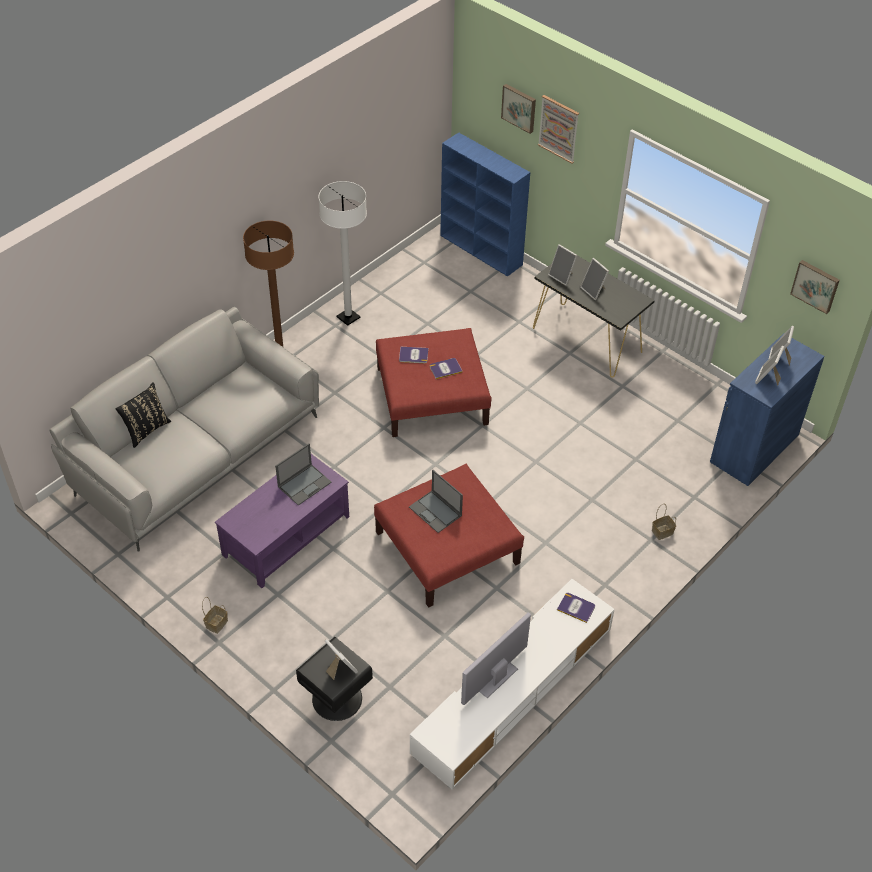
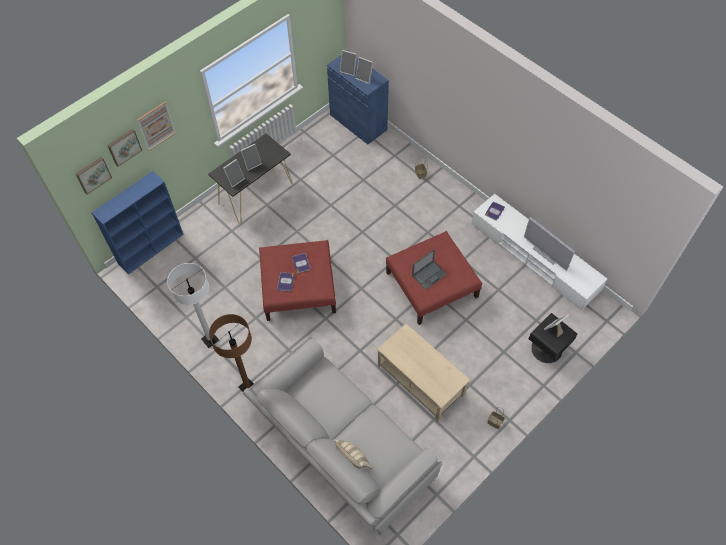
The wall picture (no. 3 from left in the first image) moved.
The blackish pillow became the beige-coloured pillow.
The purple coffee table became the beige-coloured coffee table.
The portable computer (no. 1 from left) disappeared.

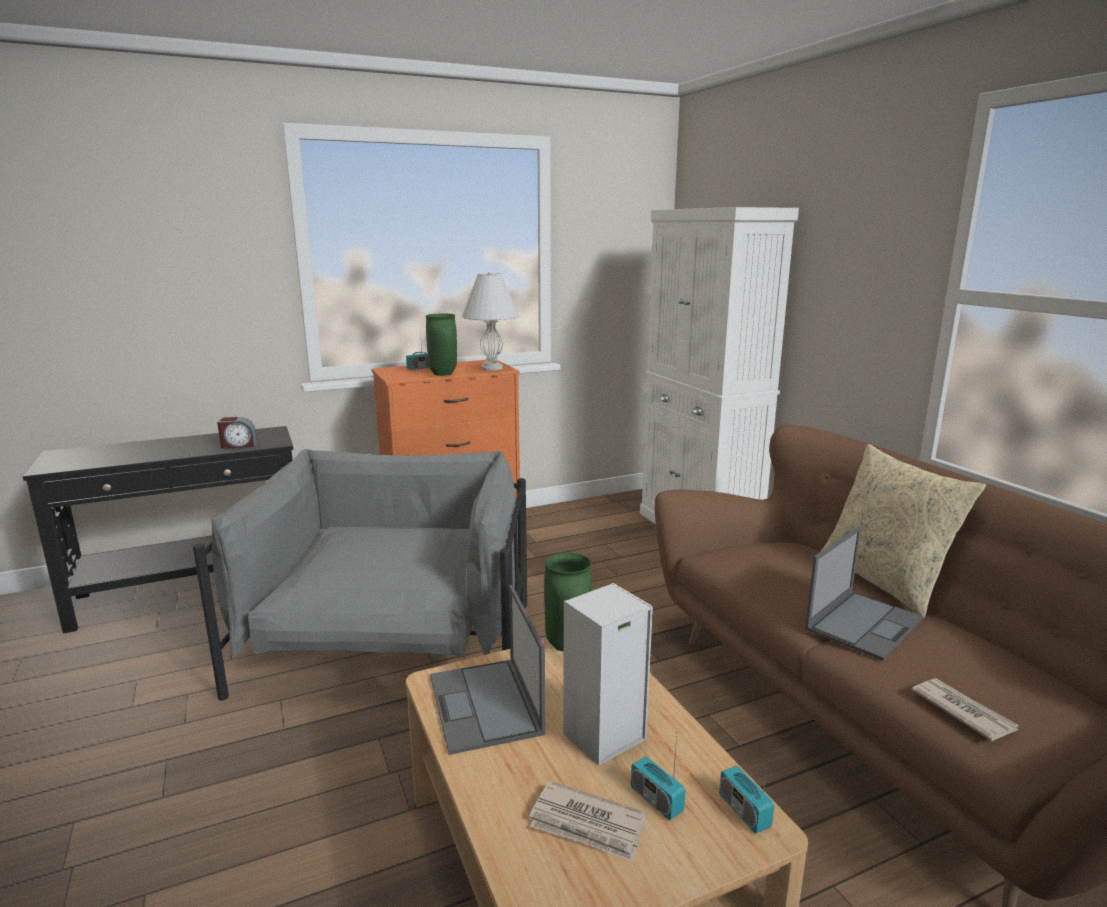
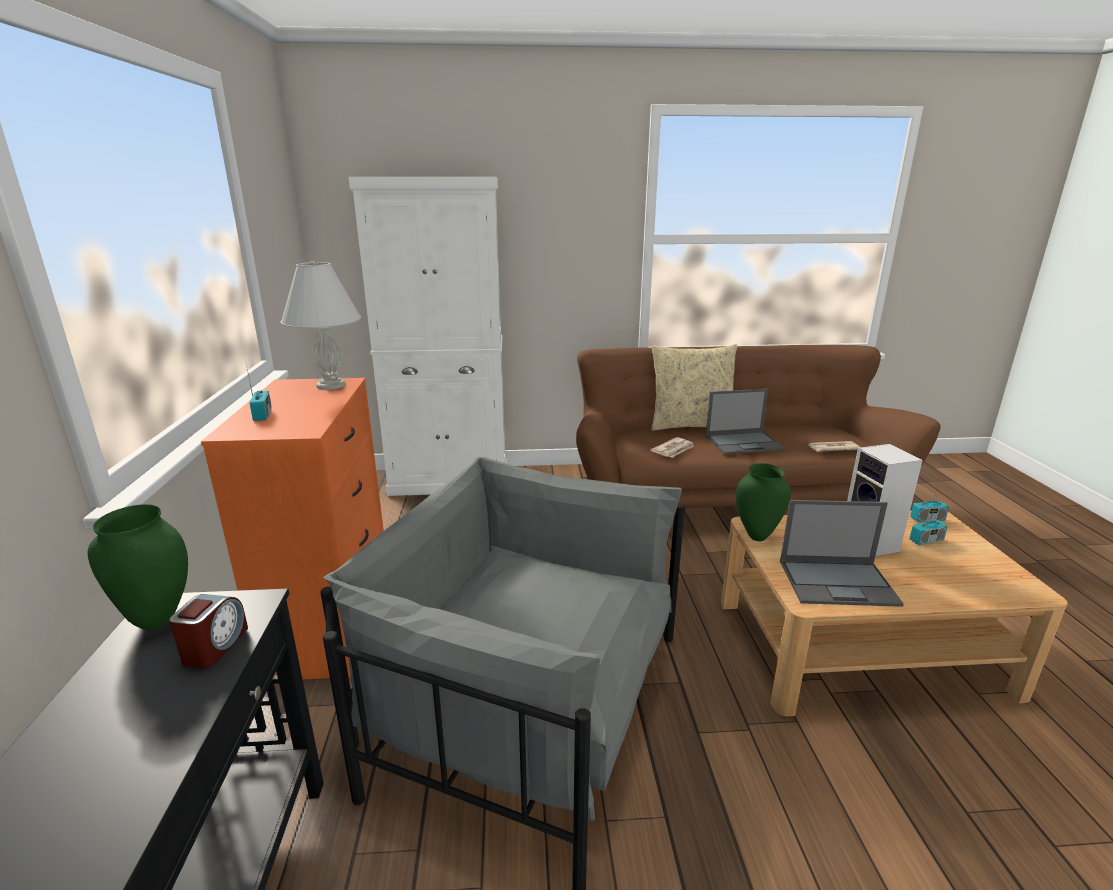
The green-coloured vase (no. 1 from left) moved.
The daily paper (no. 1 from left) moved.
The portable computer (no. 2 from left in the first image) turned 105 degrees clockwise.

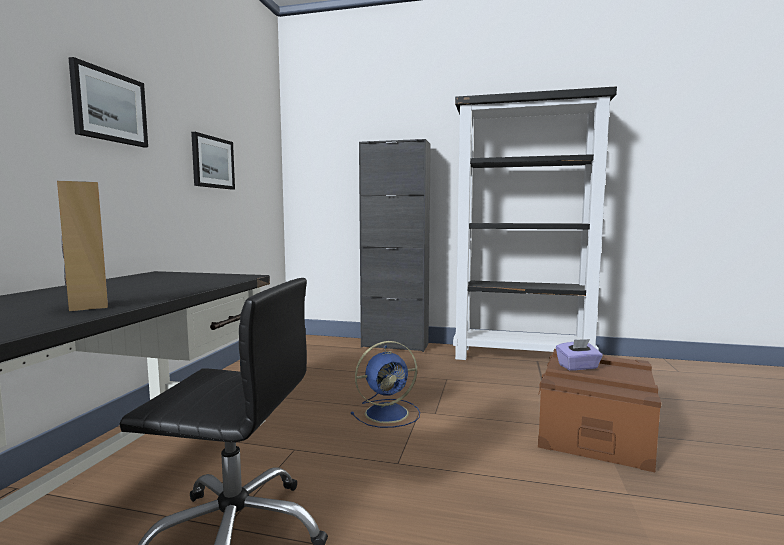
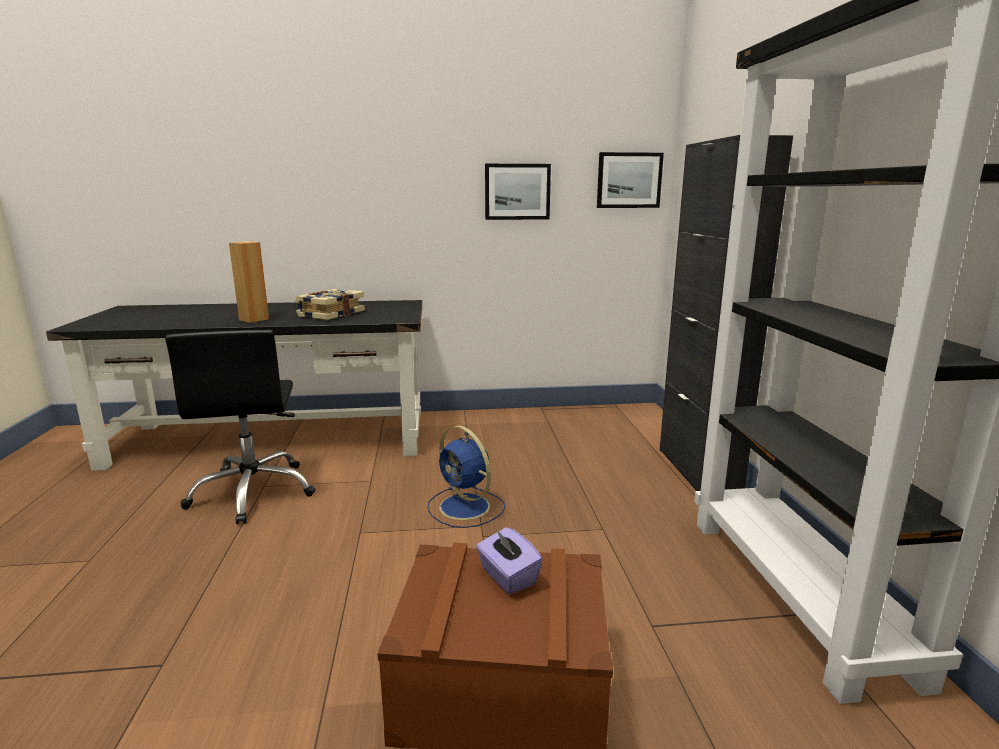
The book appeared.
The wall picture (no. 1 from left in the first image) moved.

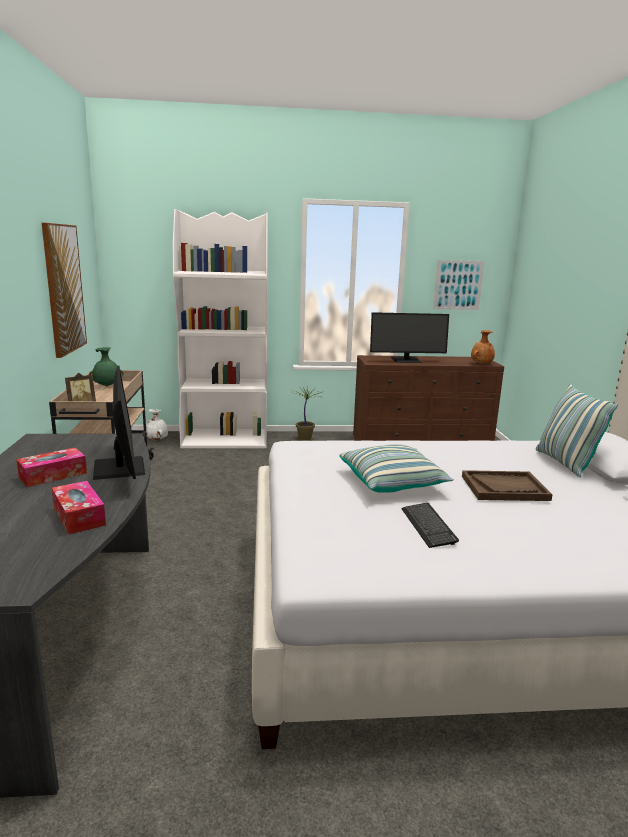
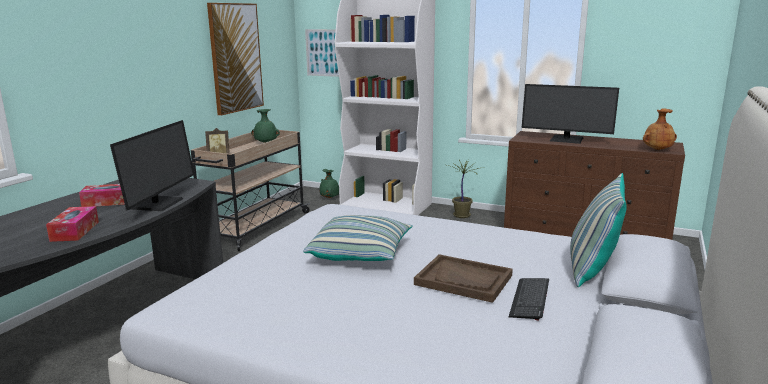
The wall picture (no. 2 from left) moved.
The white vase became the green-coloured vase (no. 2 from left).
The PC keyboard moved.

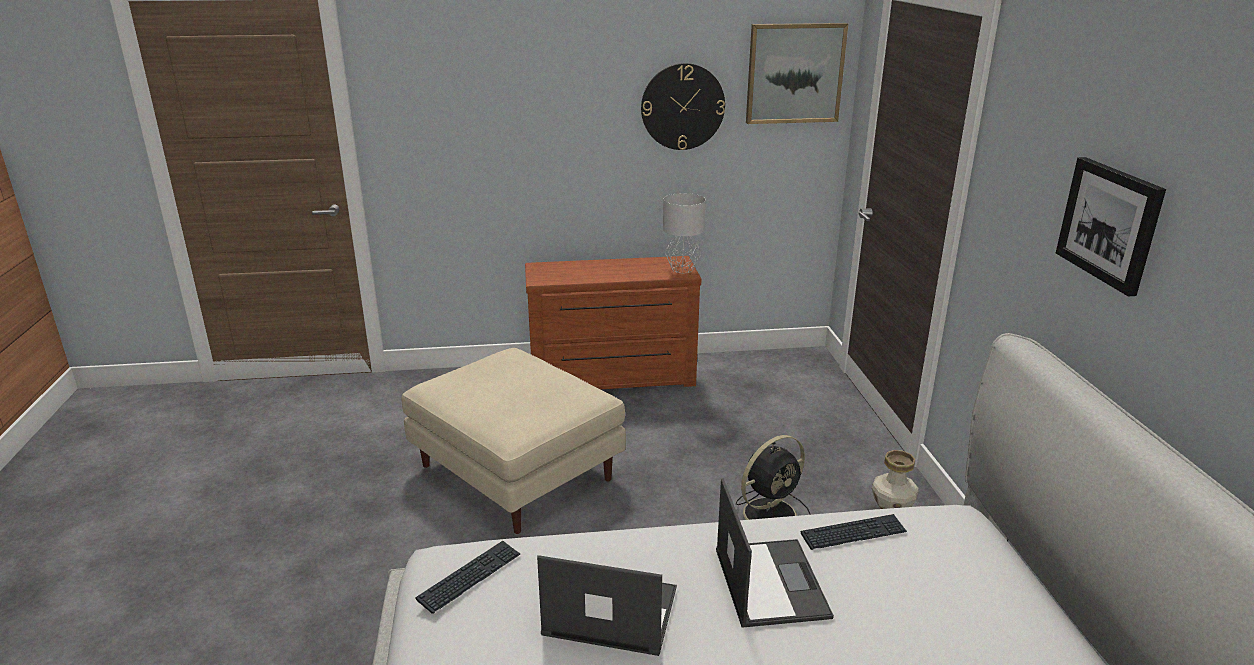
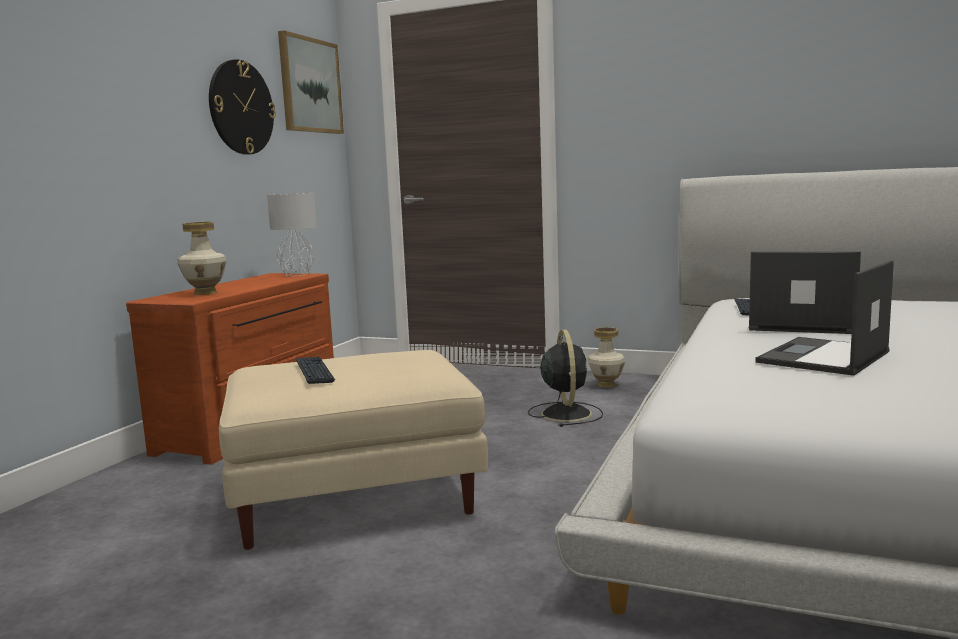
The vase (no. 1 from left) appeared.
The PC keyboard (no. 1 from left) moved.
The wall picture (no. 2 from left) disappeared.

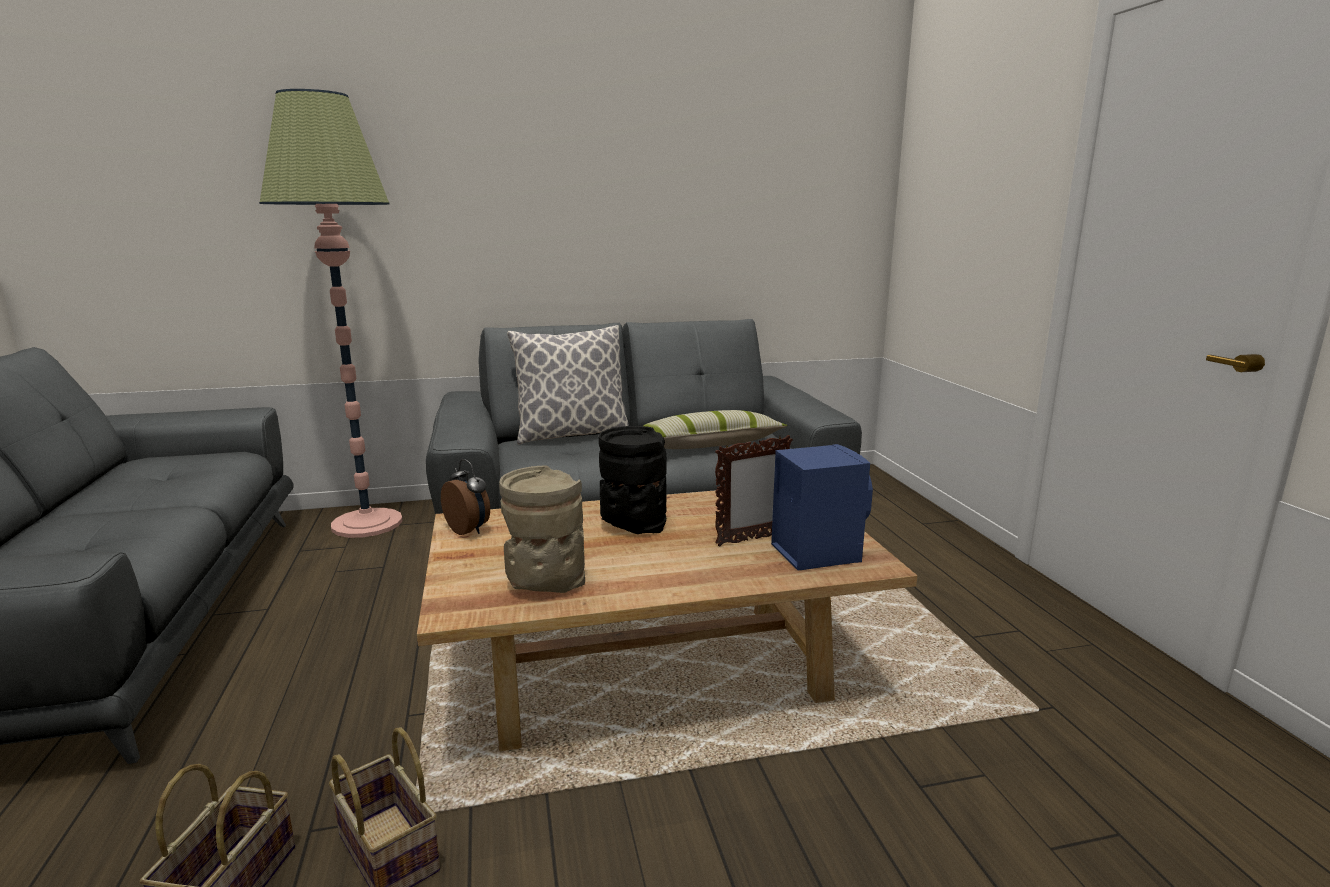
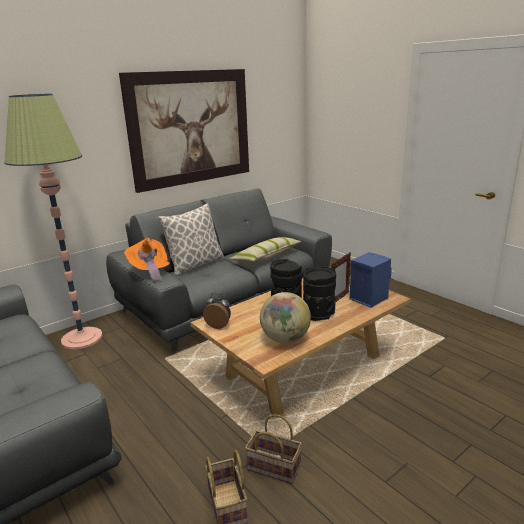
The wall picture appeared.
The orange-coloured clothing hat appeared.
The beige-coloured vase was replaced by the world globe.
The blackish vase (no. 2 from left) appeared.

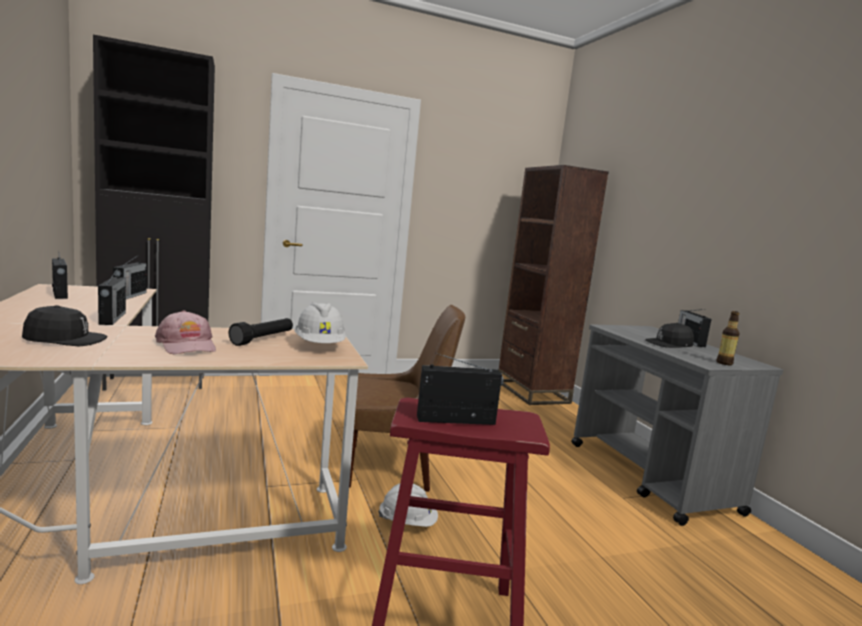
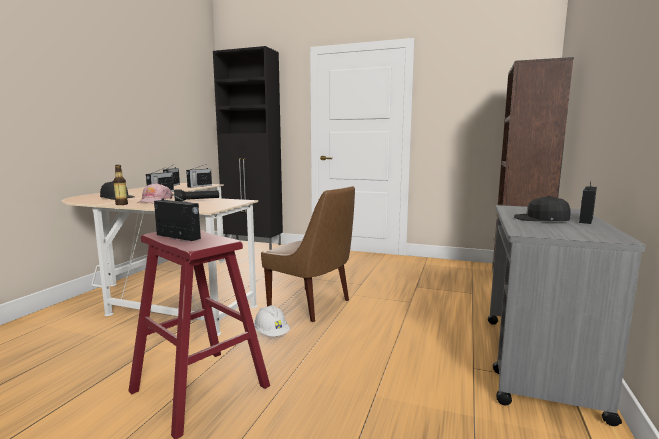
The drink bottle moved.
The white work helmet (no. 1 from left) disappeared.

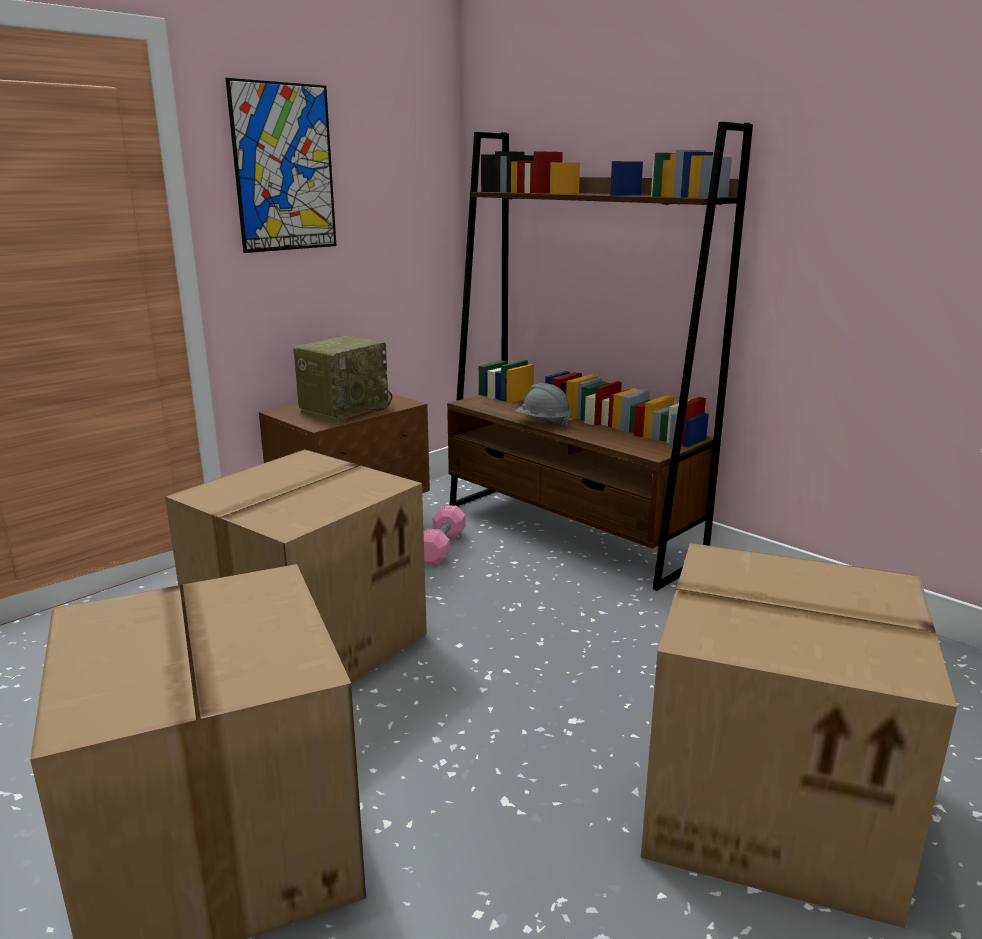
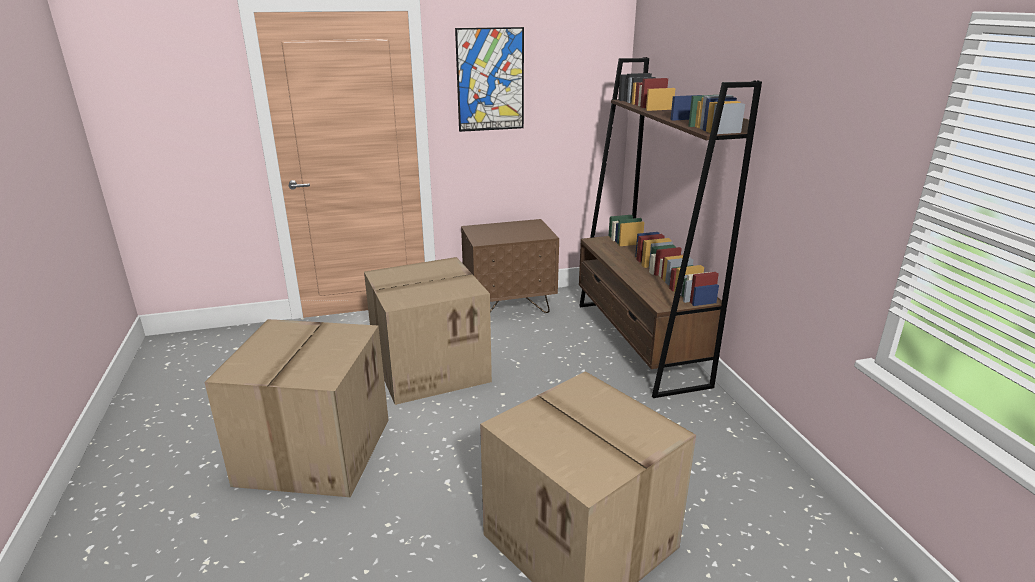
The radio disappeared.
The pink-coloured free weight disappeared.
The gray work helmet disappeared.

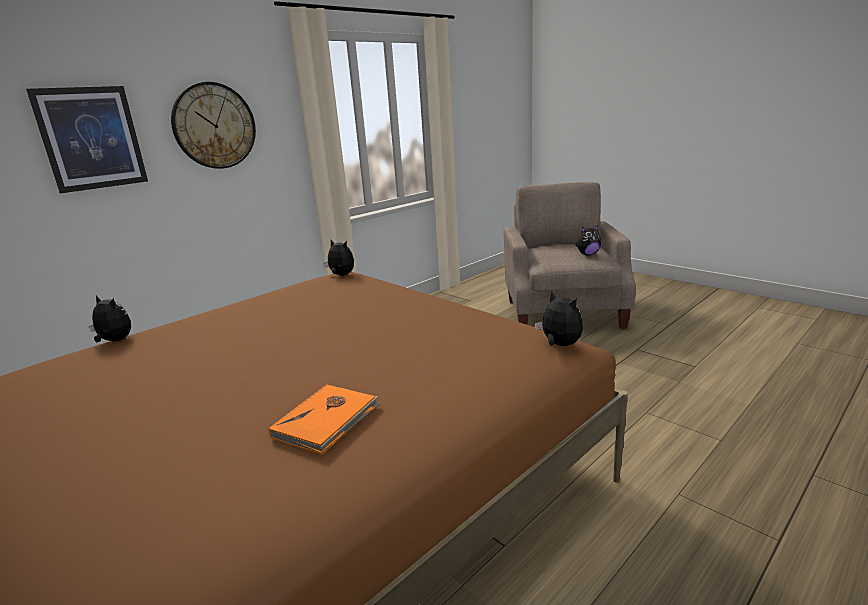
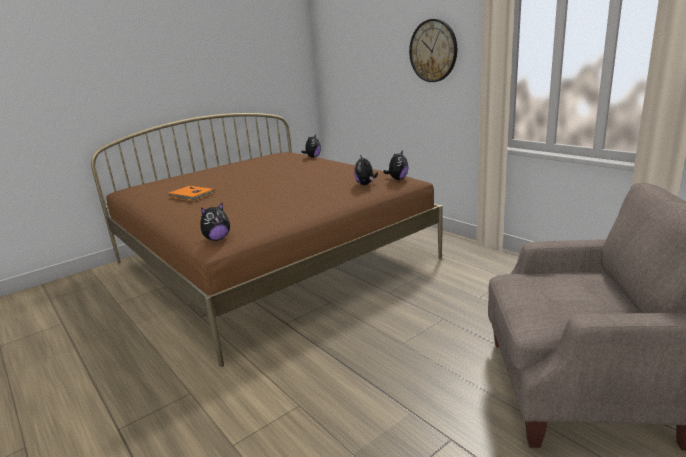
The soft toy (no. 4 from left in the first image) moved.
The wall picture disappeared.

